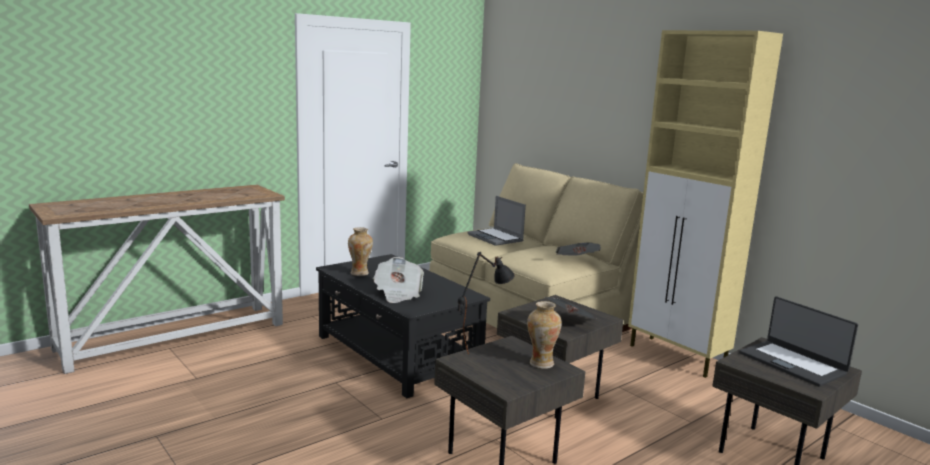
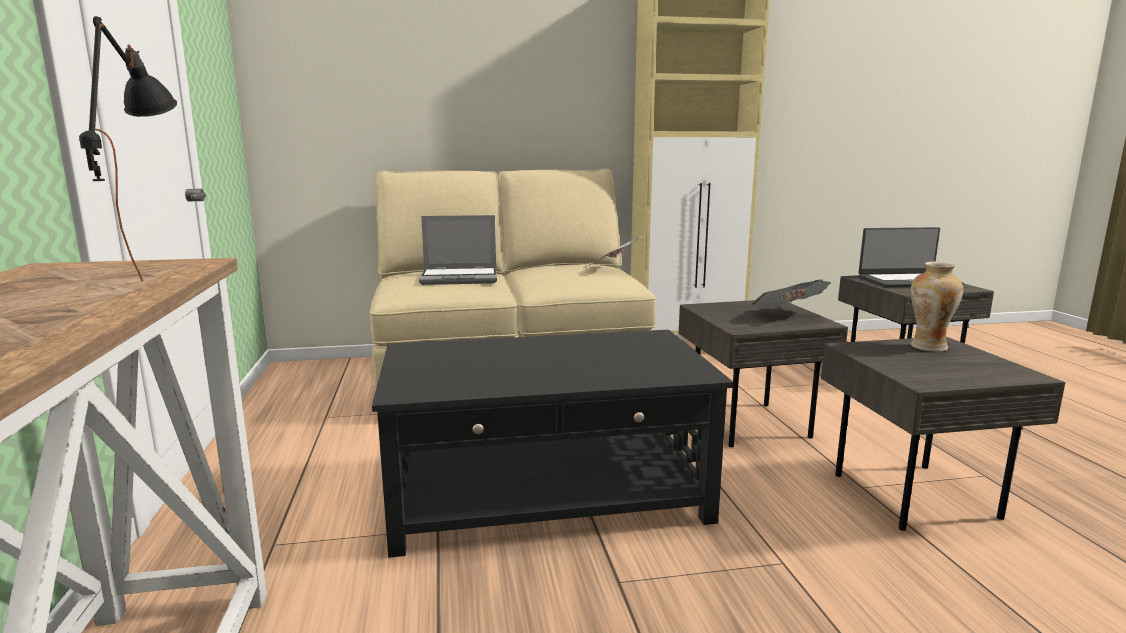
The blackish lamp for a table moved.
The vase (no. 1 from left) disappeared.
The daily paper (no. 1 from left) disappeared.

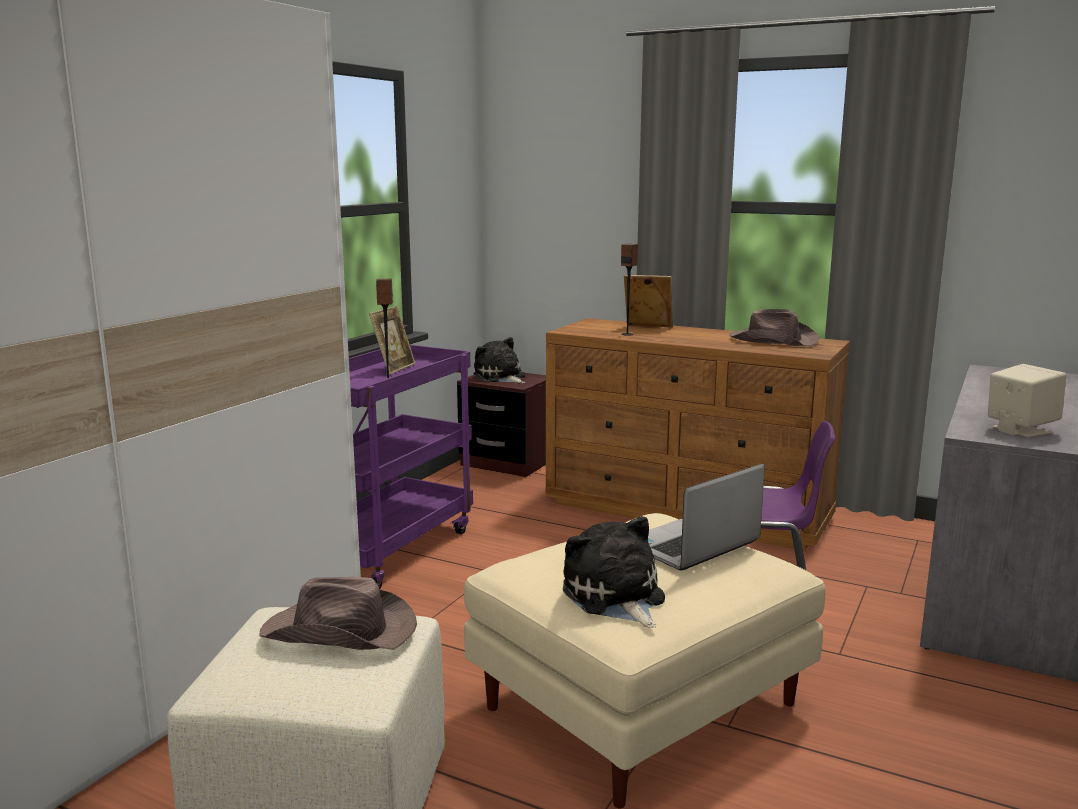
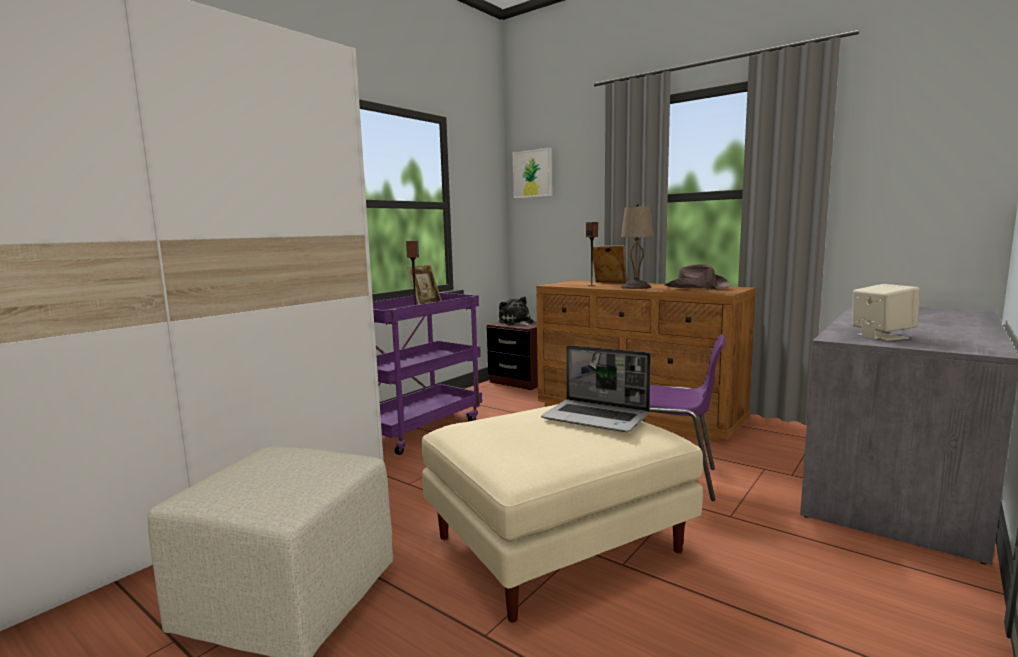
The wall picture appeared.
The portable computer turned 120 degrees counterclockwise.
The beige-coloured lamp for a table appeared.
The brown clothing hat (no. 1 from left) disappeared.
The soft toy (no. 2 from left) disappeared.

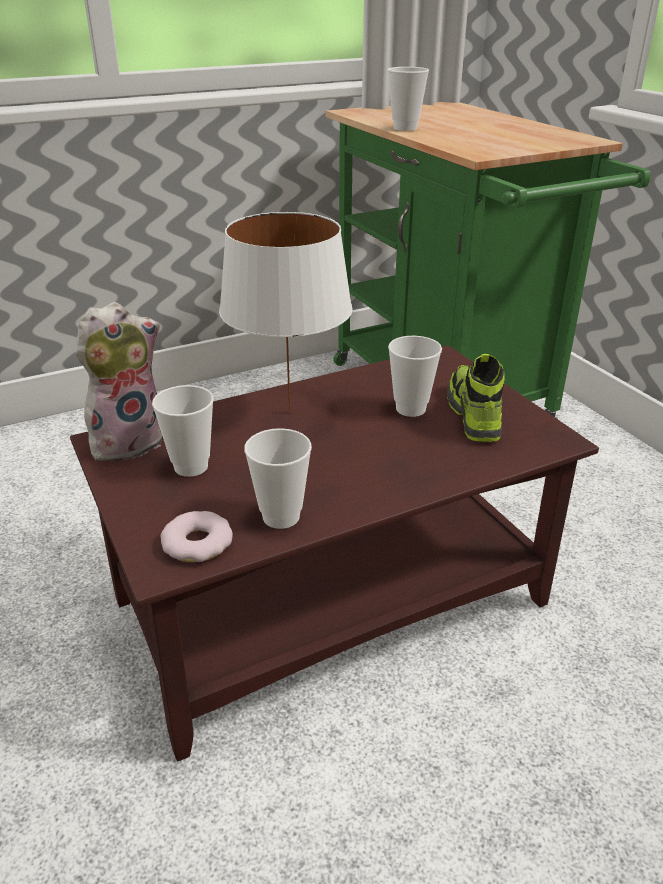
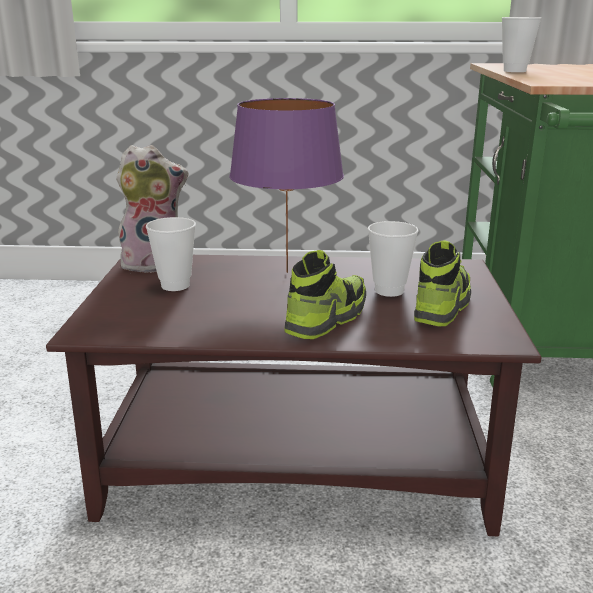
The white lamp for a table became the purple lamp for a table.
The low shoe (no. 1 from left) appeared.
The doughnut disappeared.
The drinking cup (no. 2 from left) disappeared.

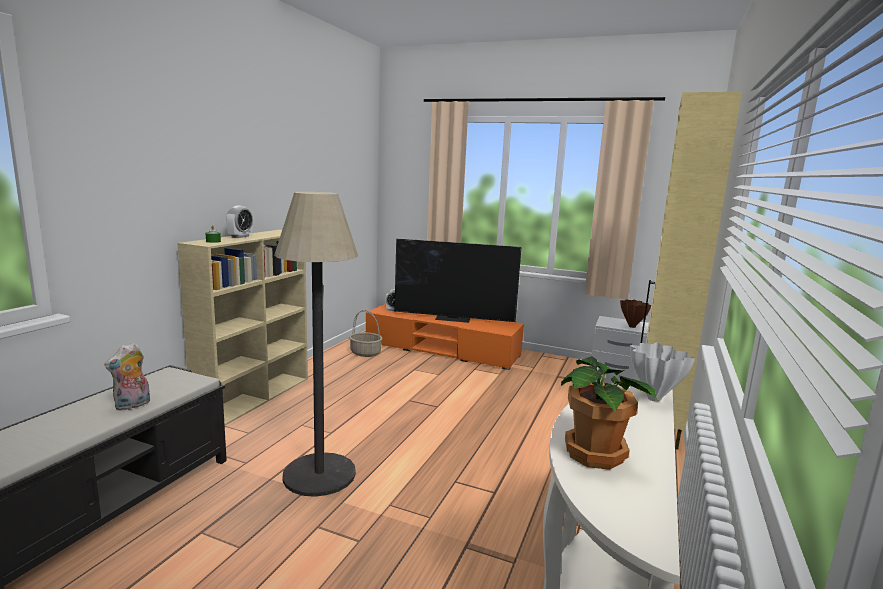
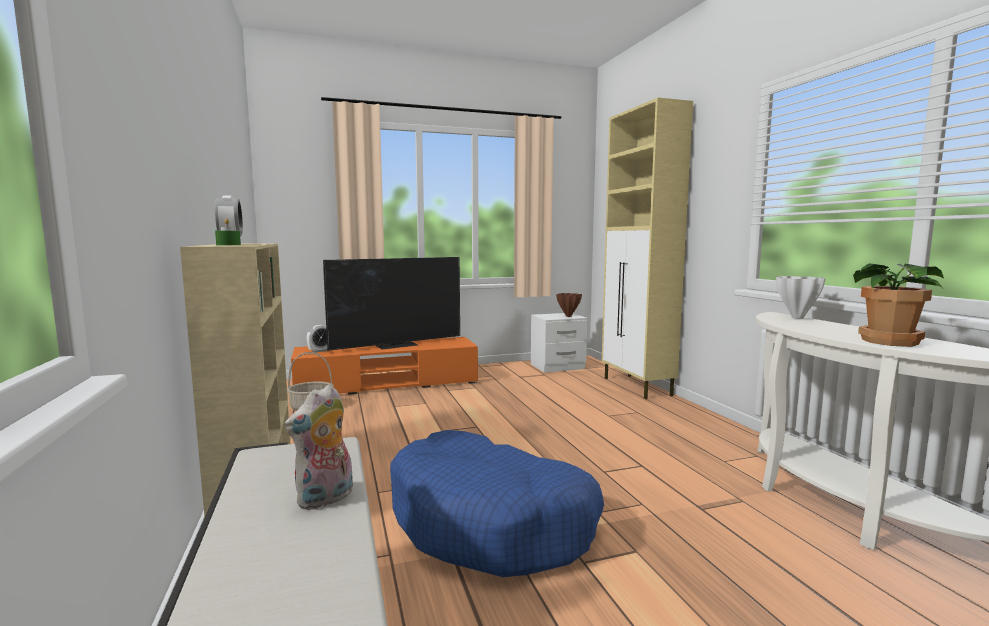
The soft toy turned 45 degrees clockwise.
The standing lamp was replaced by the blue dog cushion.

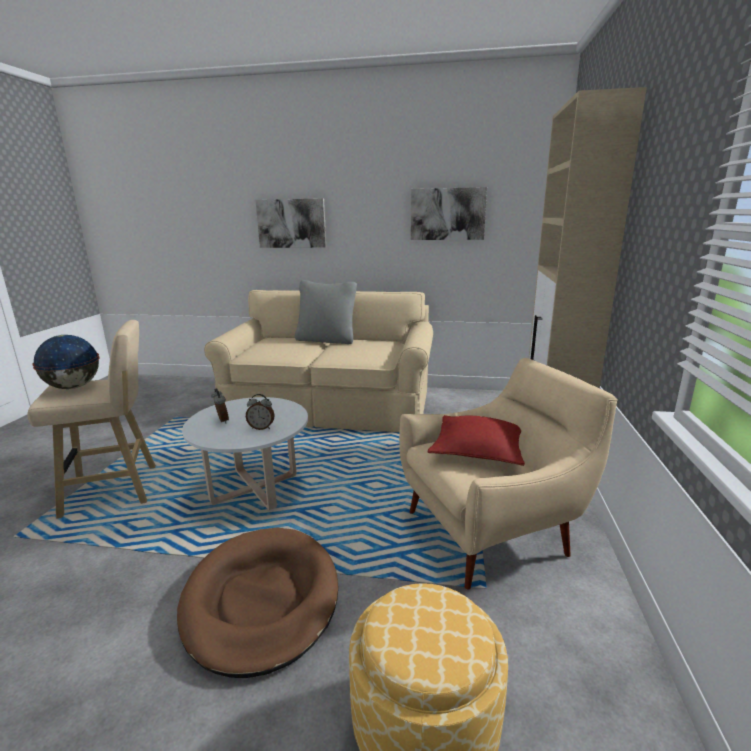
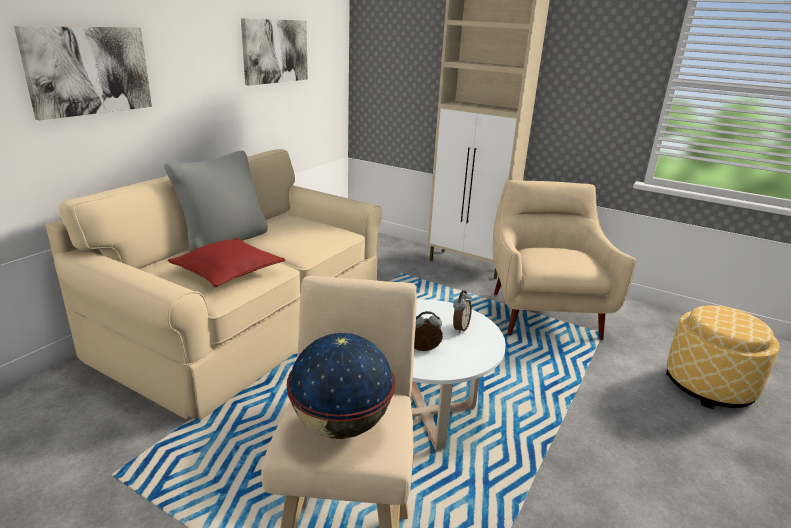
The red pillow moved.
The brown dog cushion disappeared.

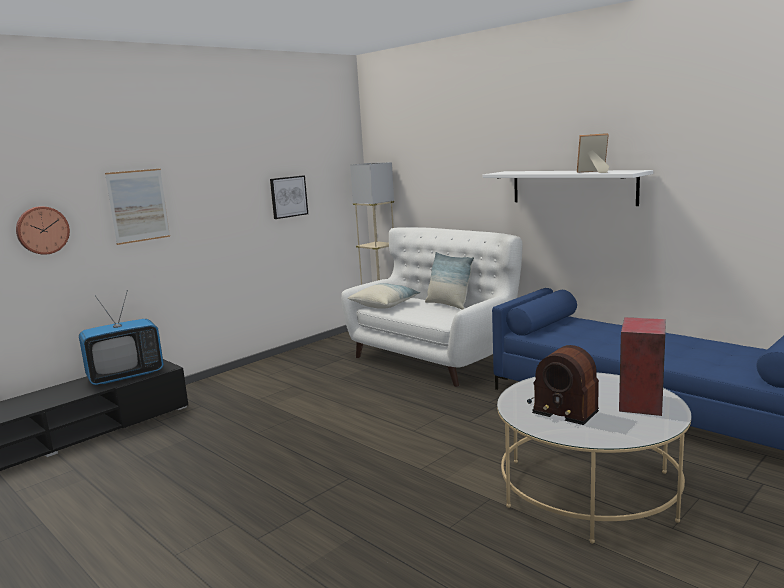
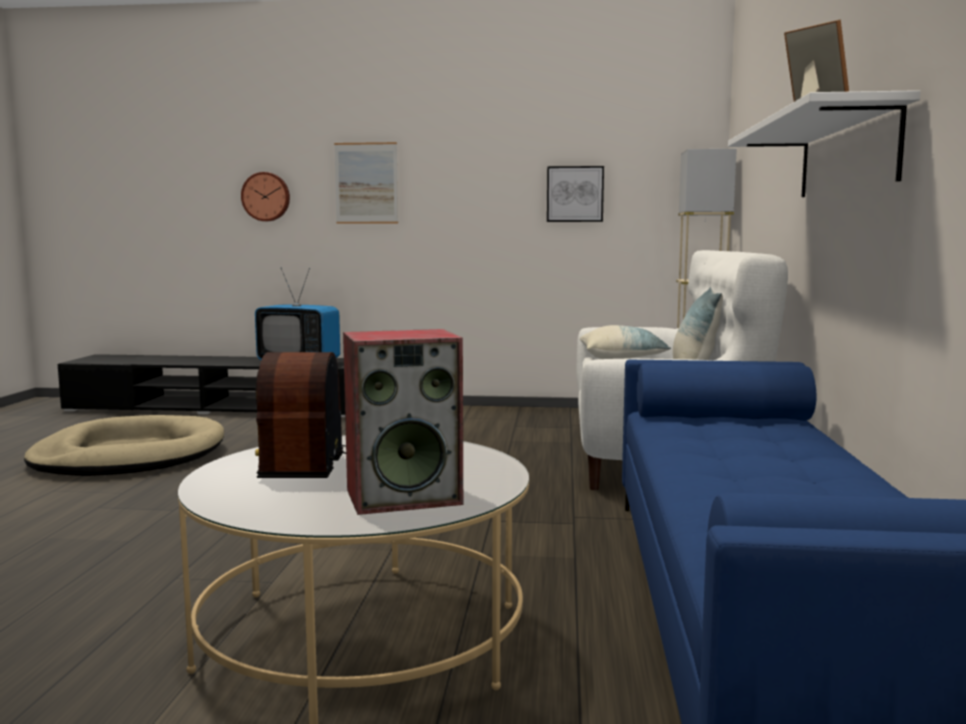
The beige-coloured dog cushion appeared.

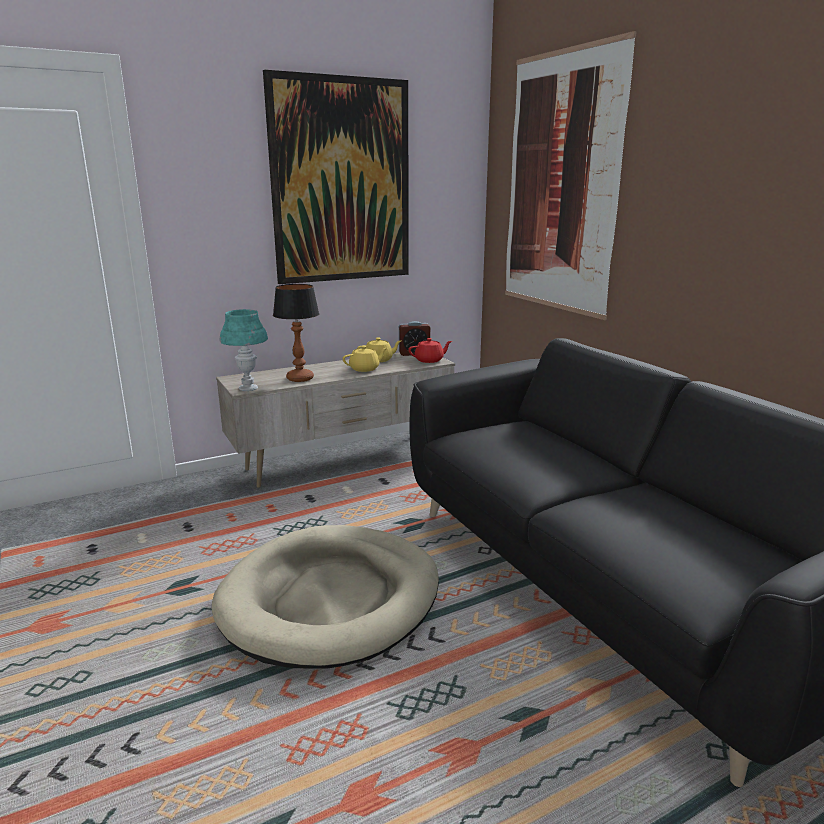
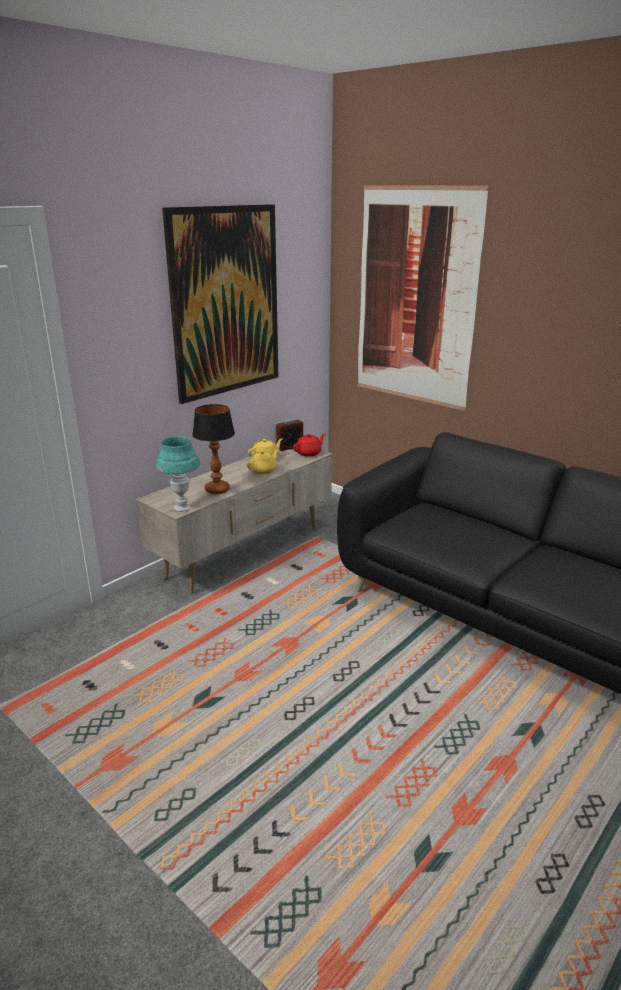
The beige-coloured dog cushion disappeared.

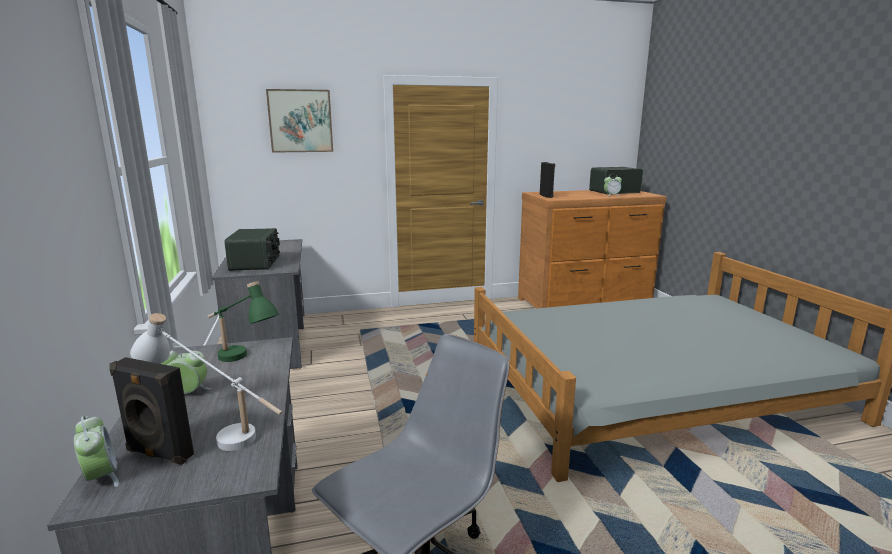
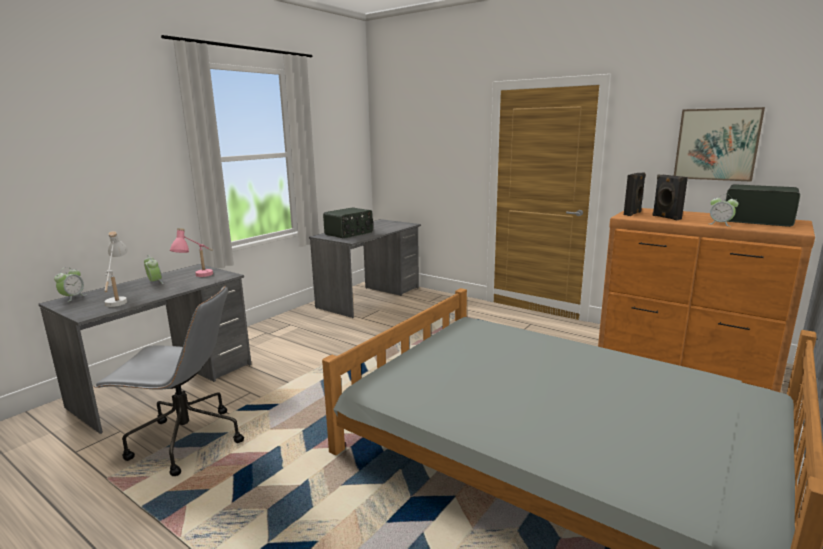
The green-coloured lamp for a table became the pink-coloured lamp for a table.
The blackish loudspeaker (no. 1 from left in the first image) moved.
The wall picture moved.

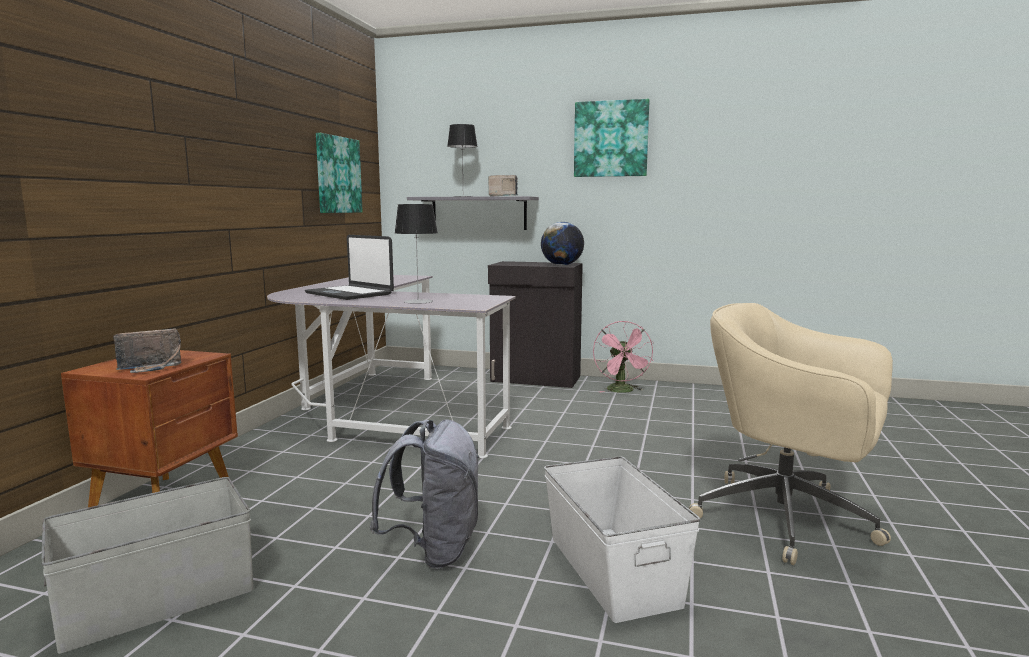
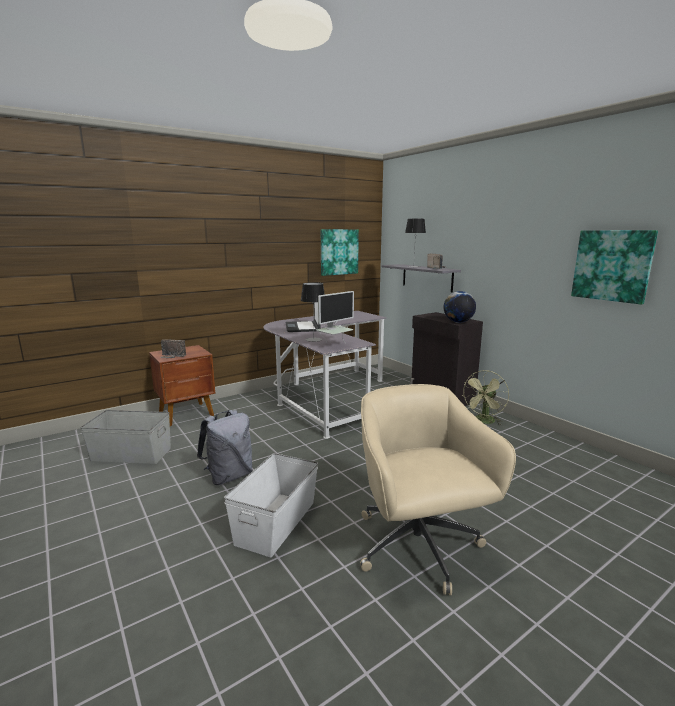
The computer screen appeared.
The pink-coloured cooling fan became the green-coloured cooling fan.
The wall picture (no. 2 from left) moved.

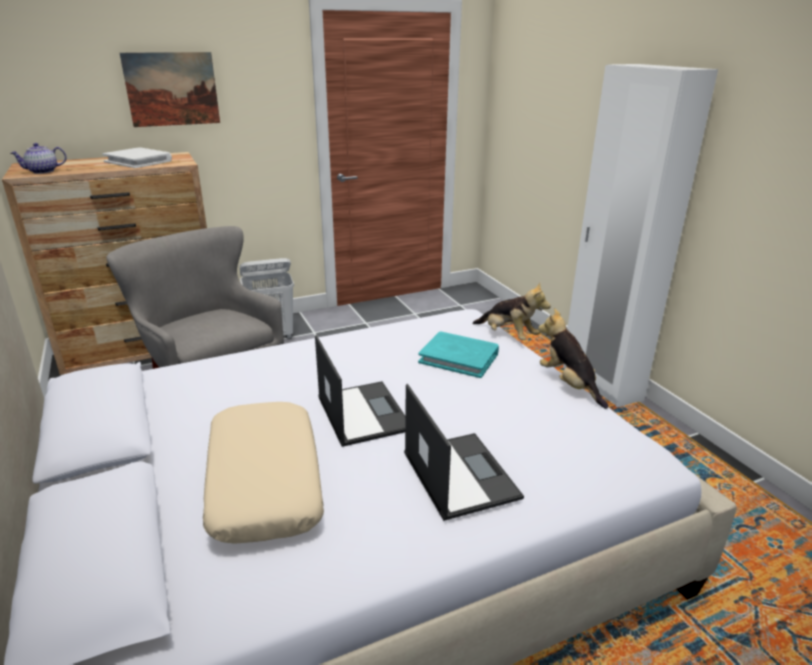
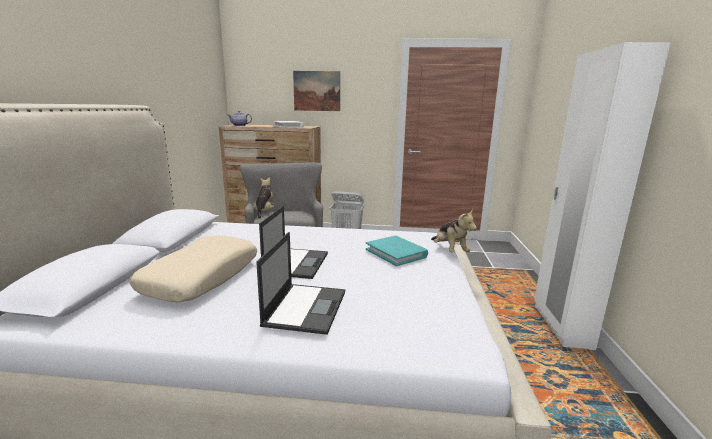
The soft toy (no. 2 from left in the first image) moved.

